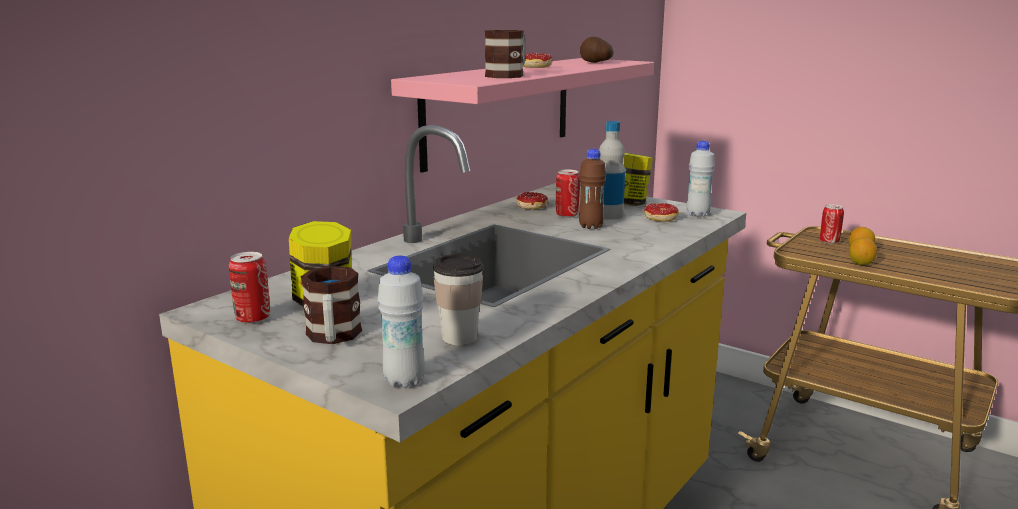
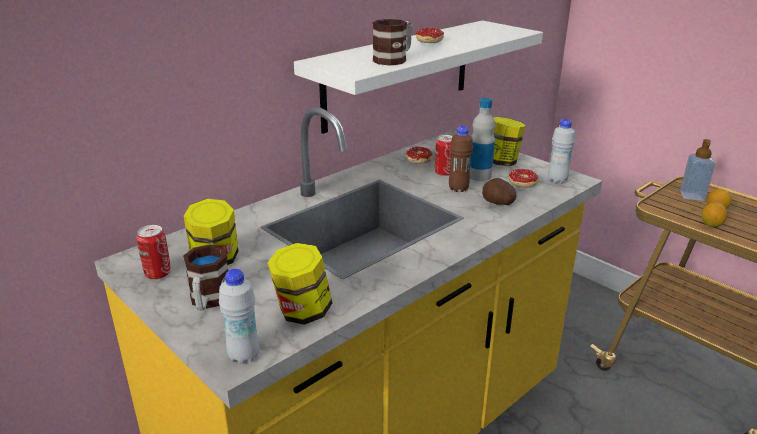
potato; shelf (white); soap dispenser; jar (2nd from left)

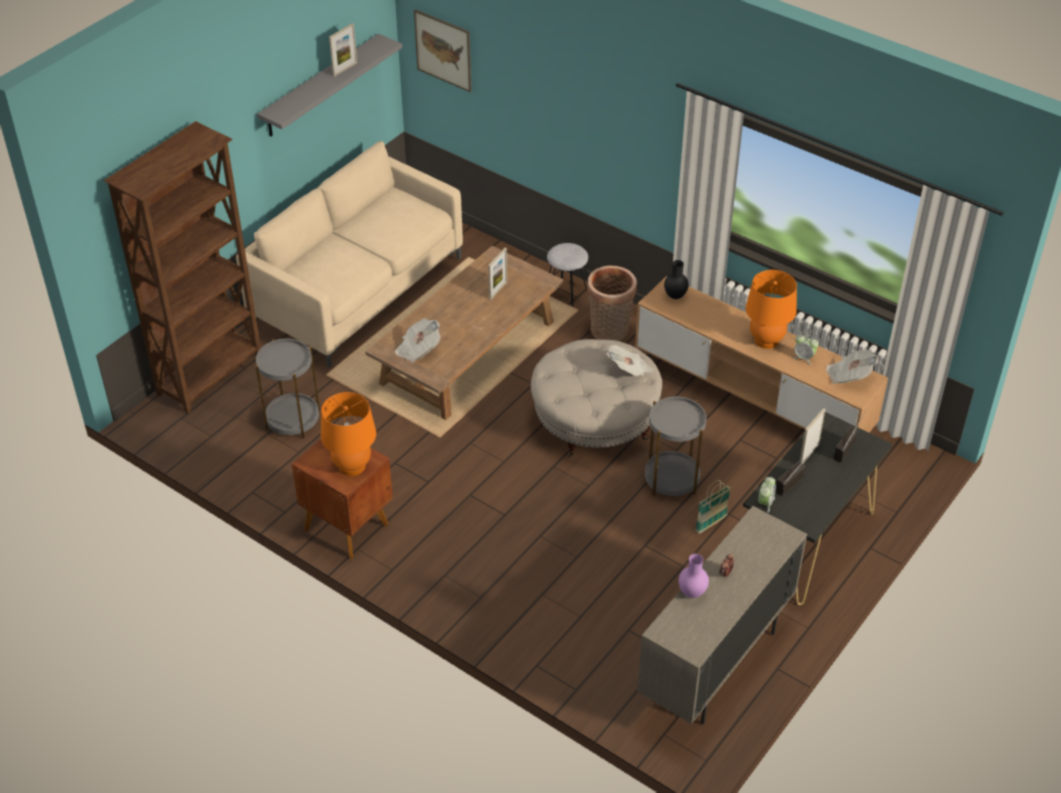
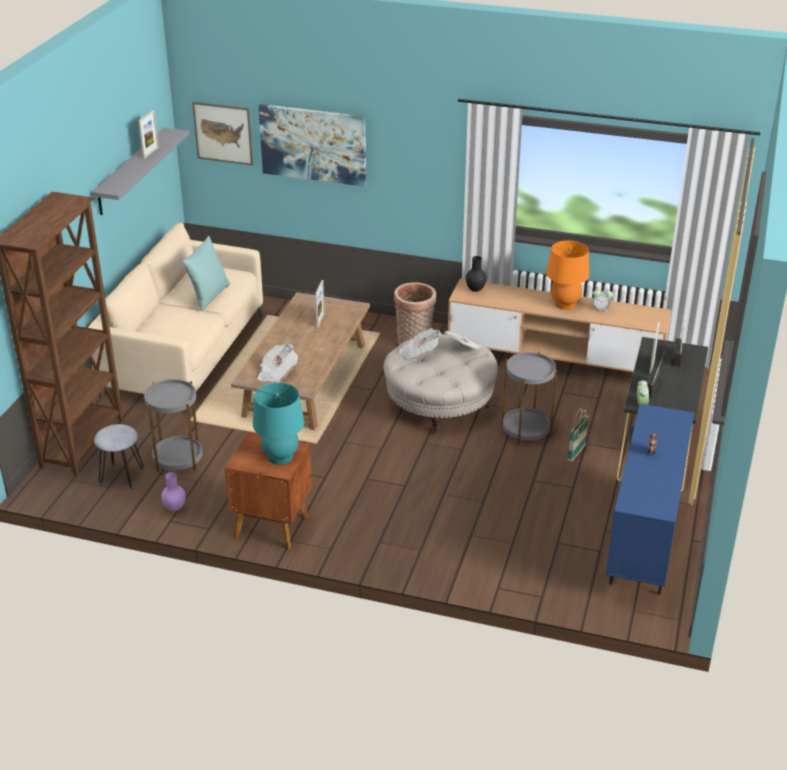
stool (grey); newspaper (2nd from left); table lamp (turquoise); cabinet (blue); vase (purple); picture (2nd from left); pillow (turquoise)

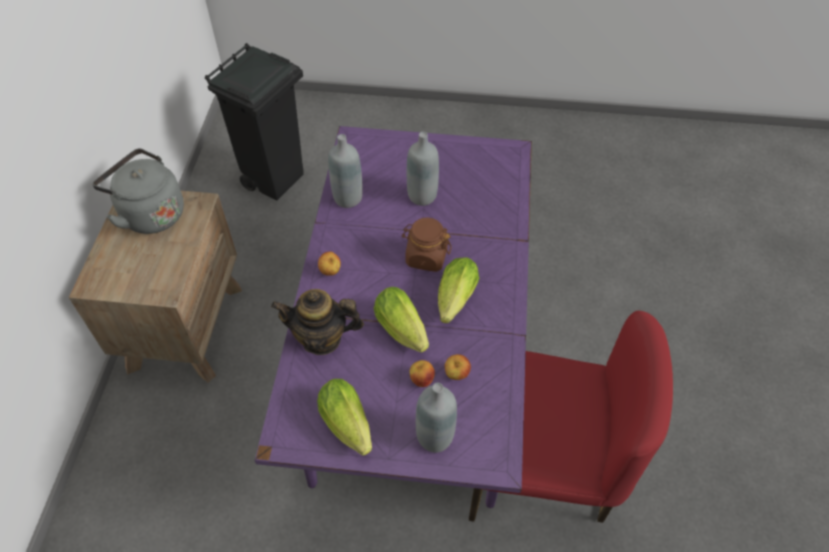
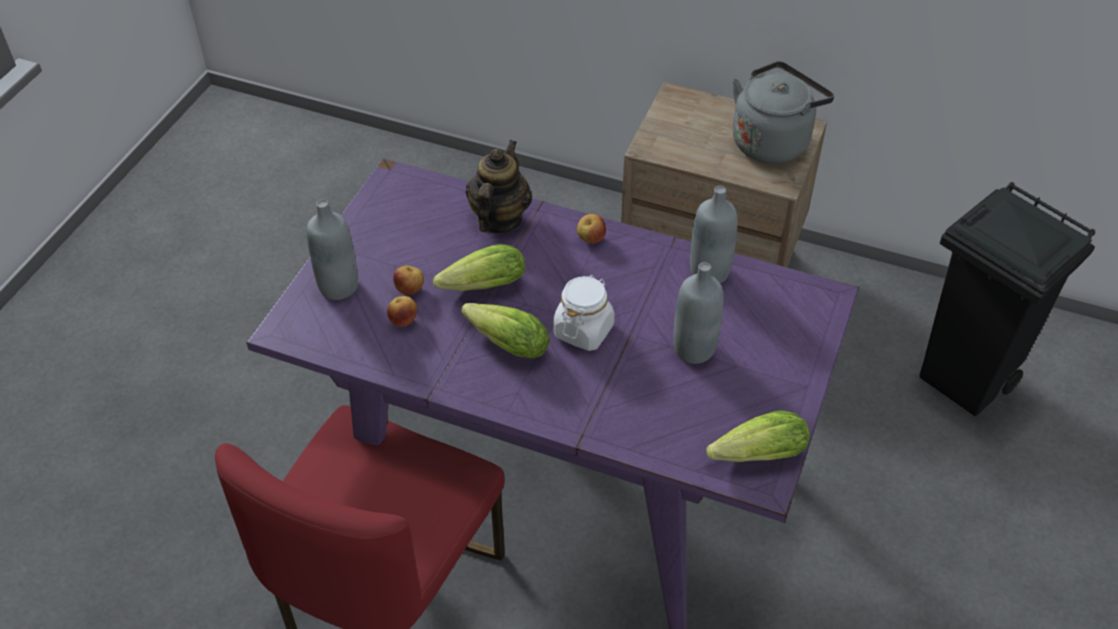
jar (white); lettuce (3rd from left)

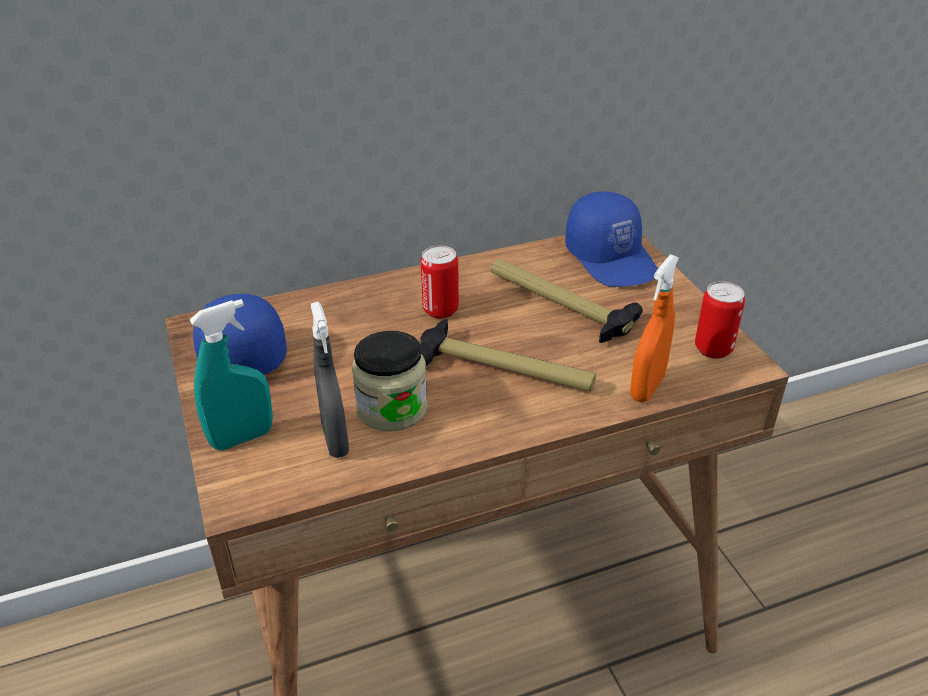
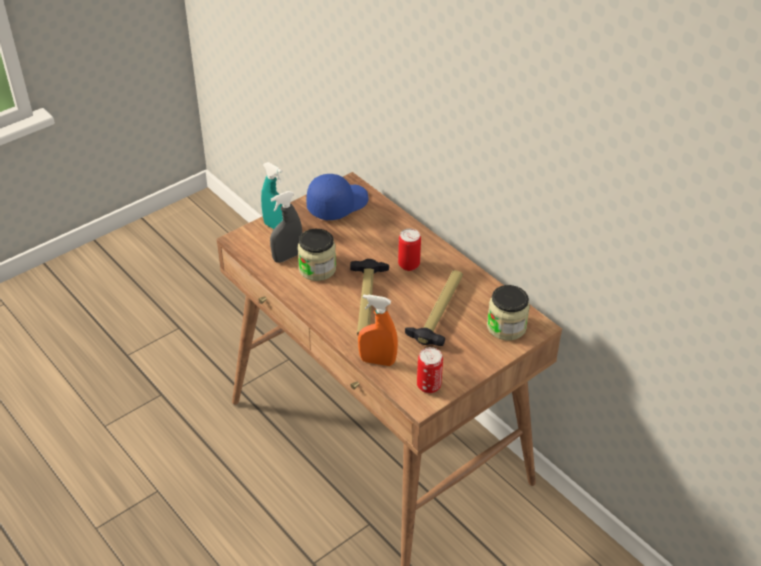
jar (2nd from left)

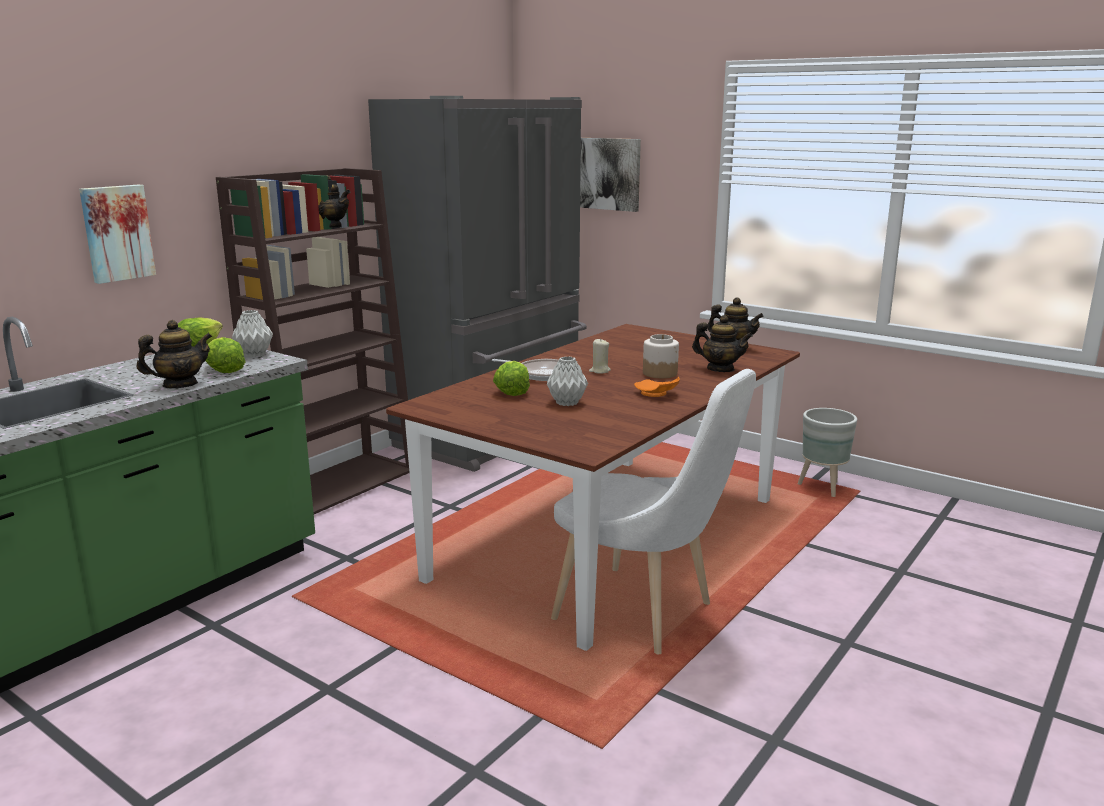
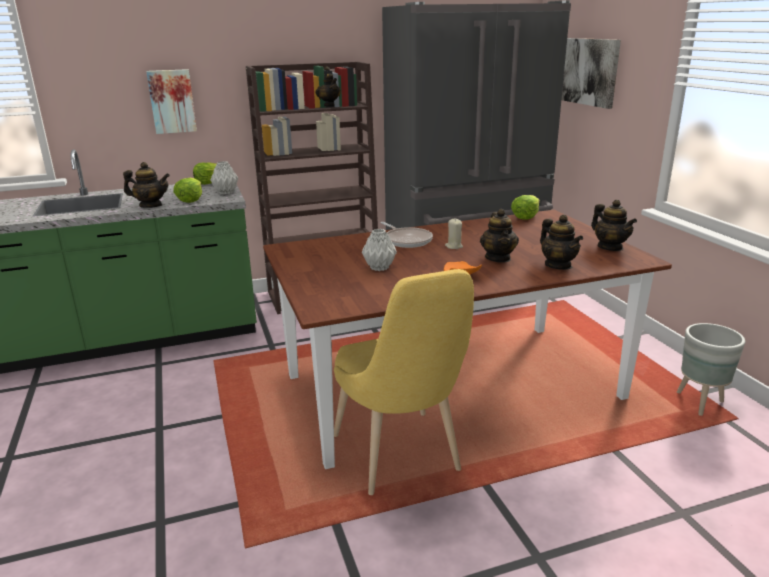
teapot (3rd from left); lettuce (3rd from left); chair (yellow)

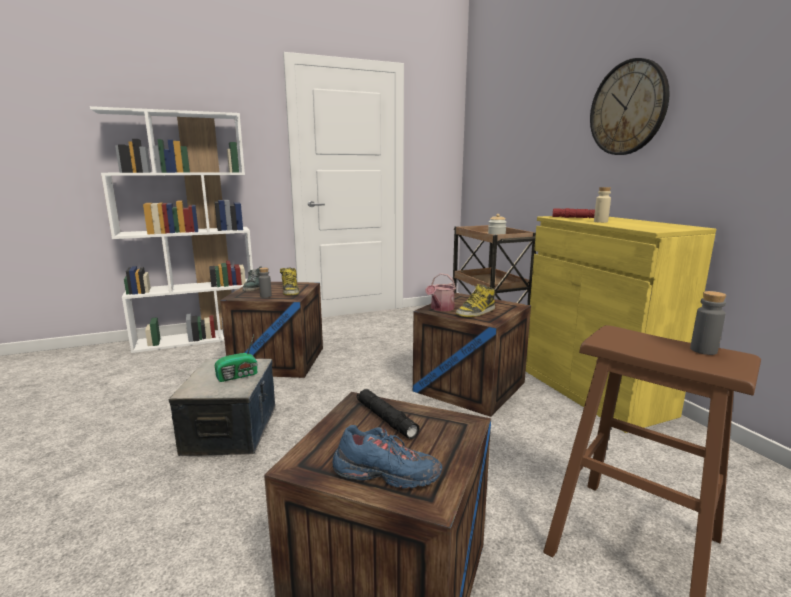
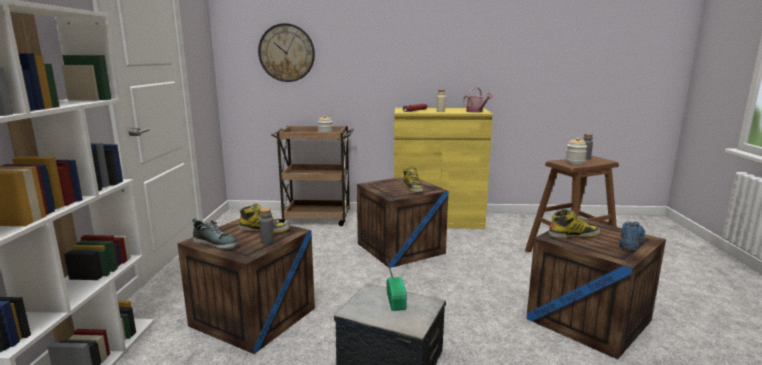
wall clock; watering can; boot (3rd from left); jar (2nd from left)

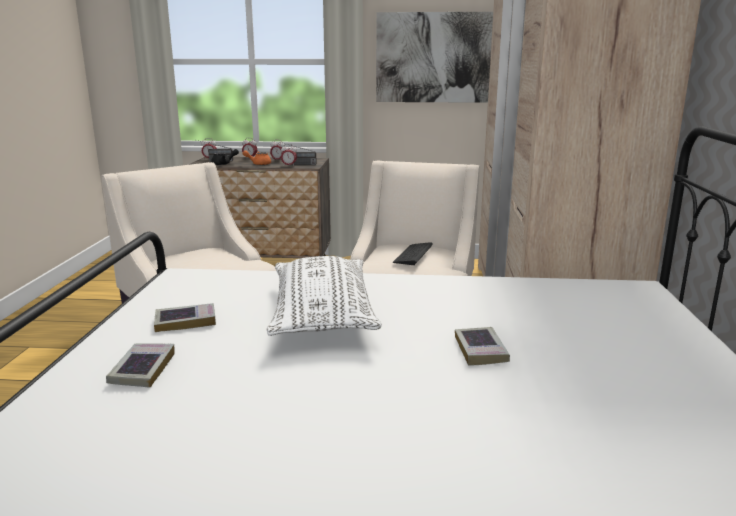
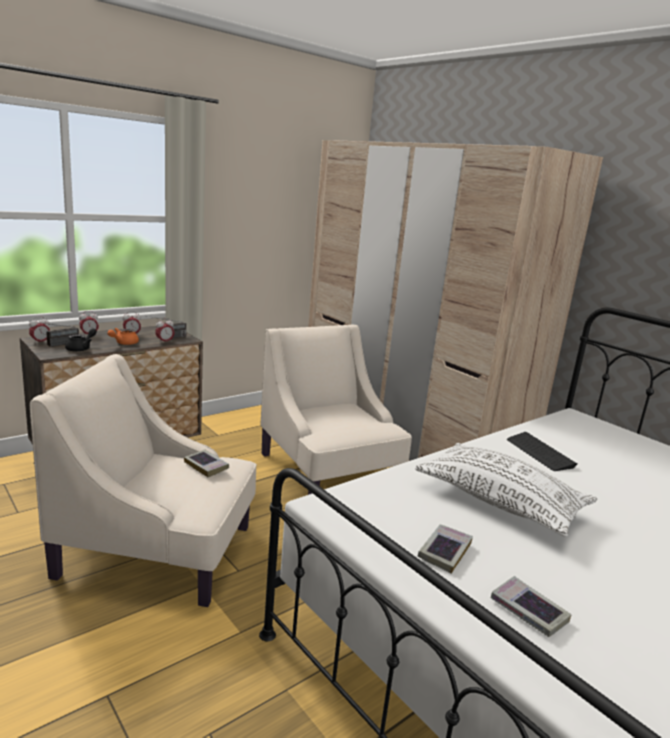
picture; keyboard; book (1st from left)

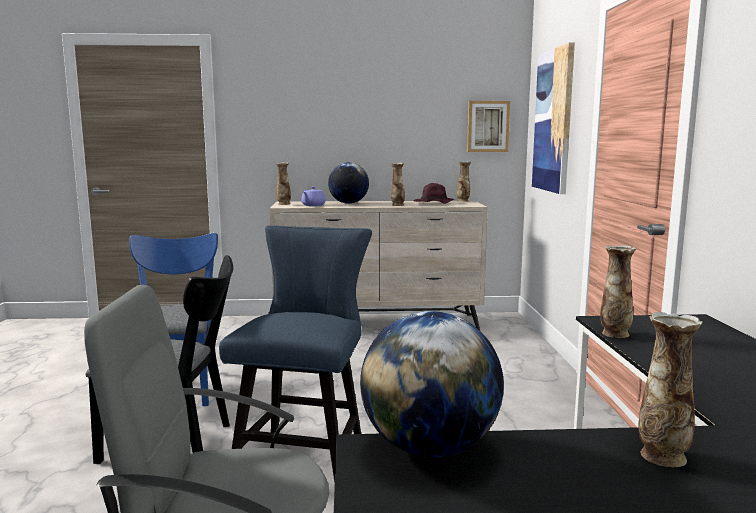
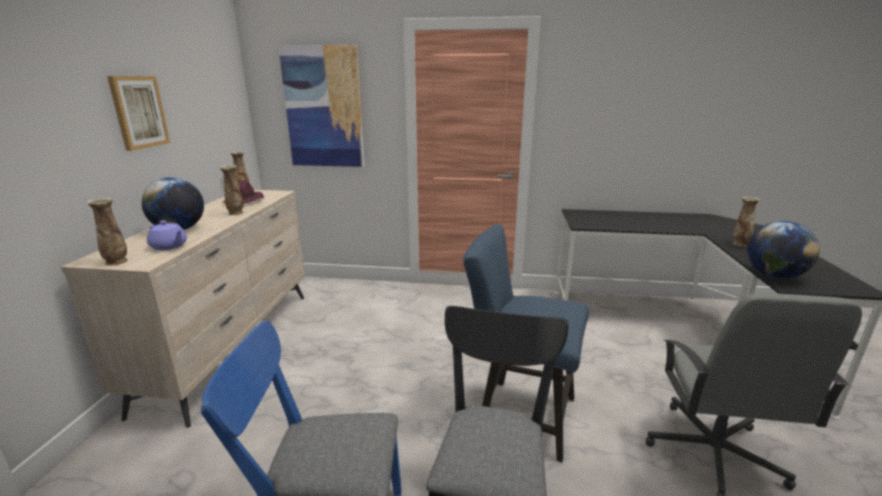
picture (1st from left); vase (4th from left in the first image)

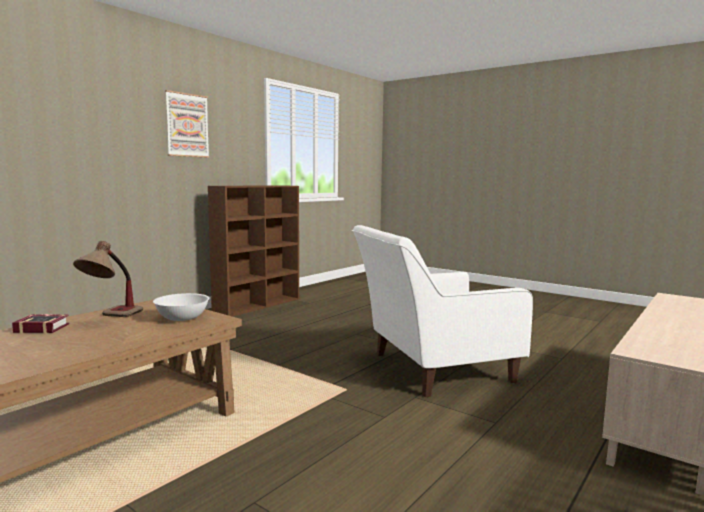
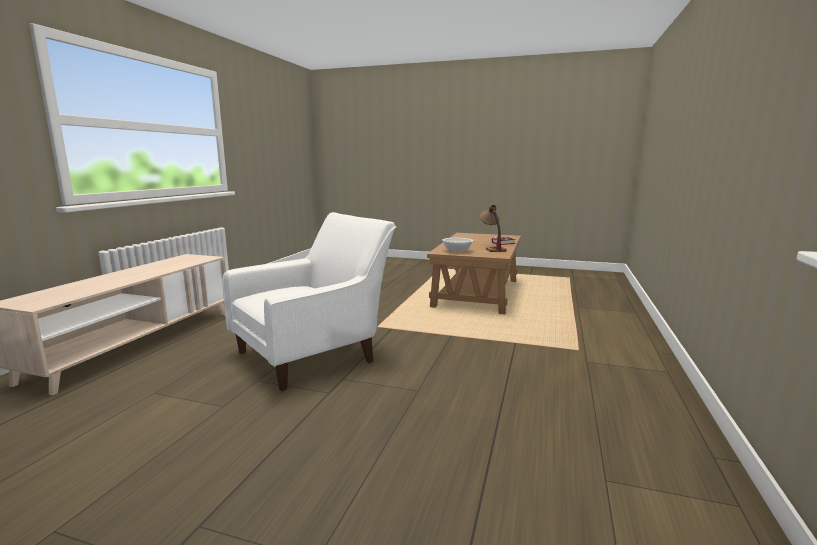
picture; bookcase (brown)

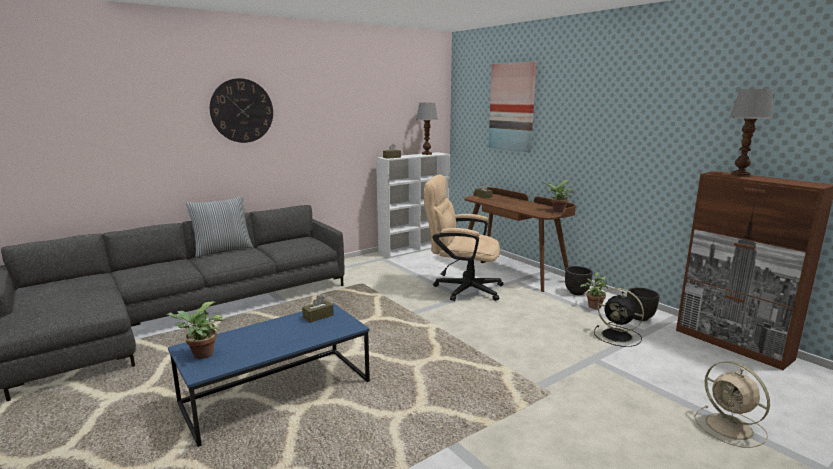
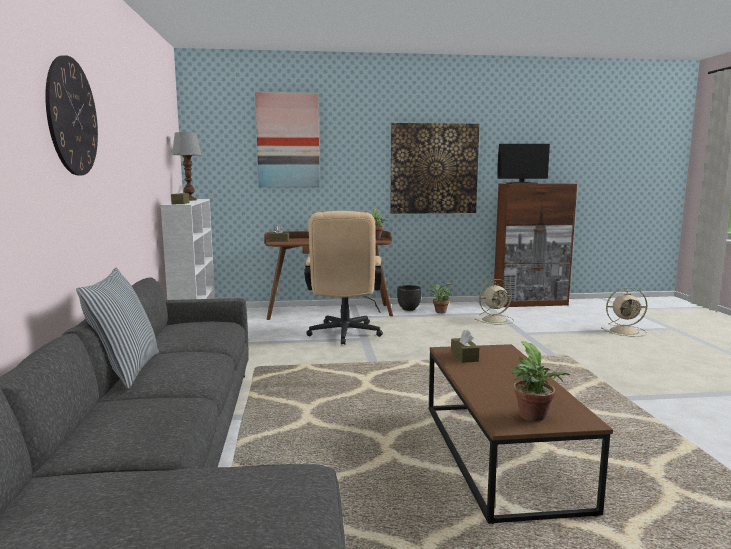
monitor; office chair (beige); planter (black) (2nd from left in the first image); fan (beige) (1st from left); coffee table (brown); picture (2nd from left)

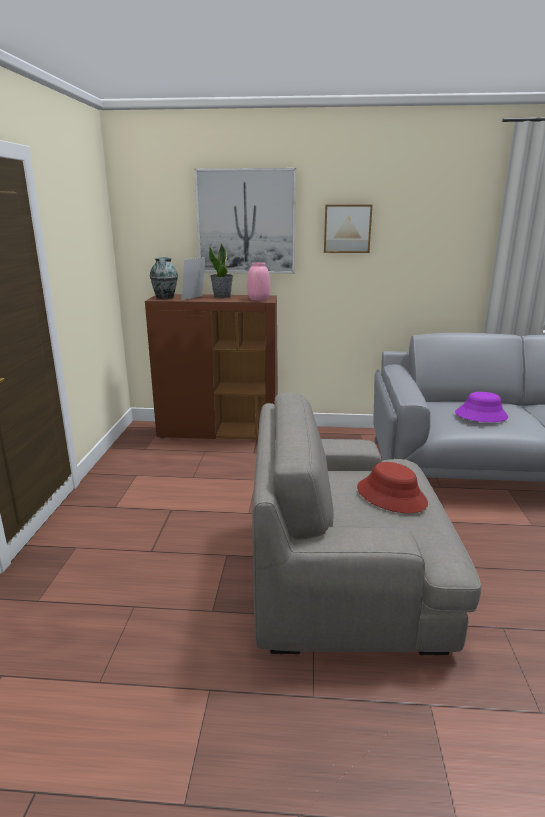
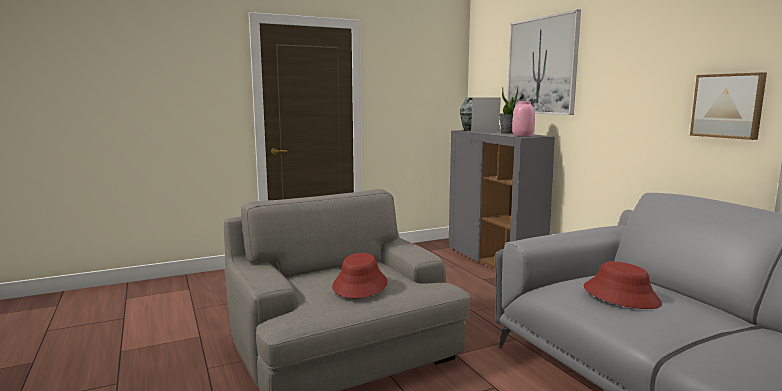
picture (2nd from left); cabinet (grey); hat (red) (2nd from left)

